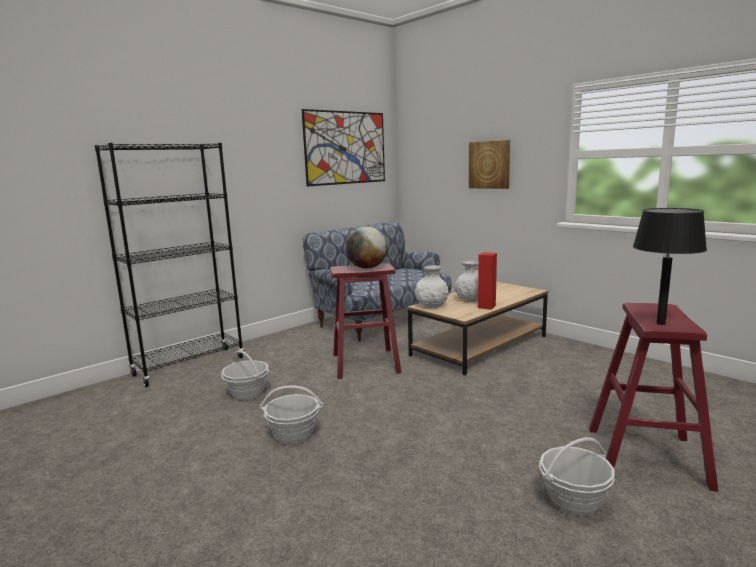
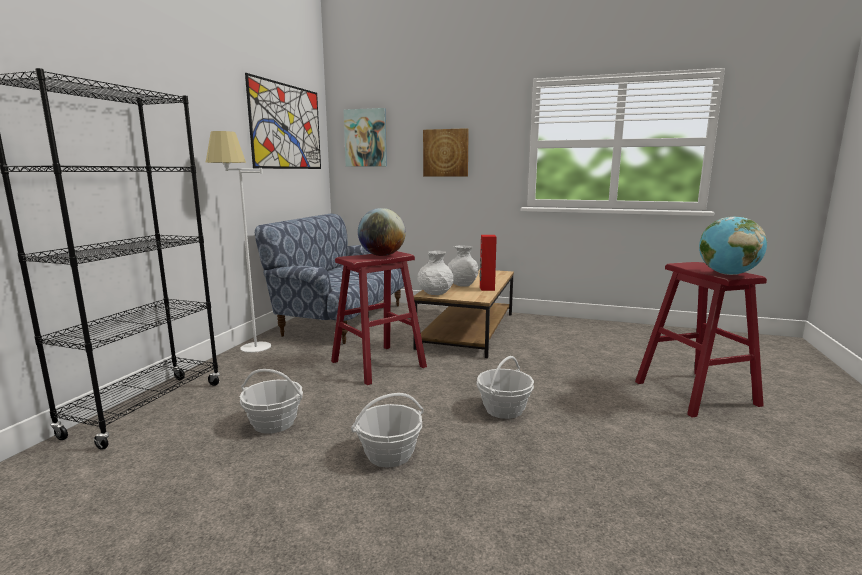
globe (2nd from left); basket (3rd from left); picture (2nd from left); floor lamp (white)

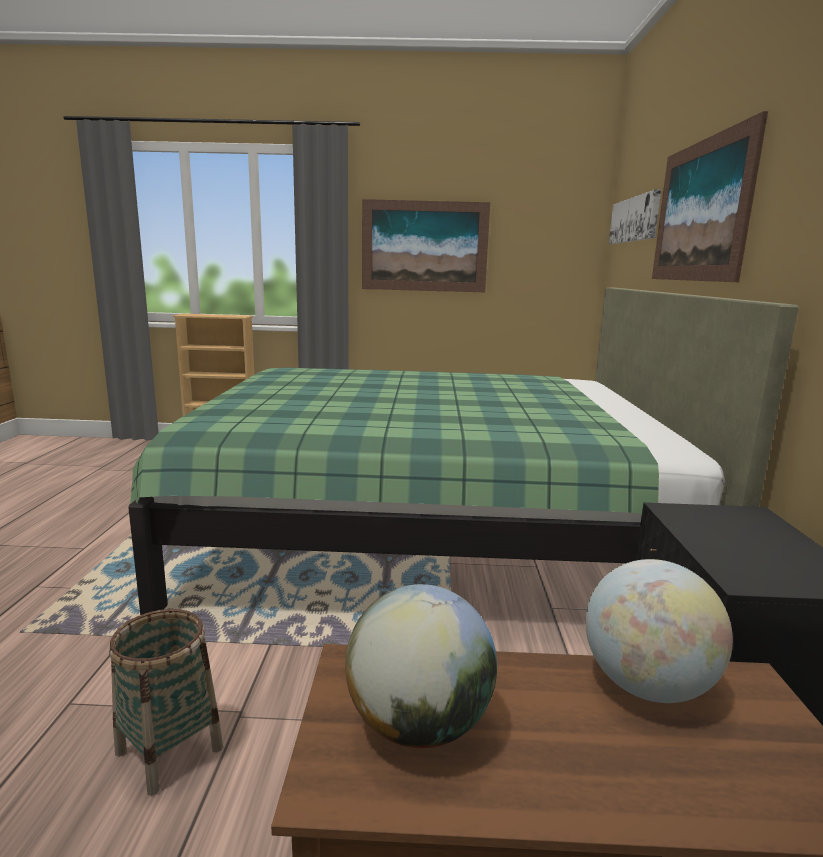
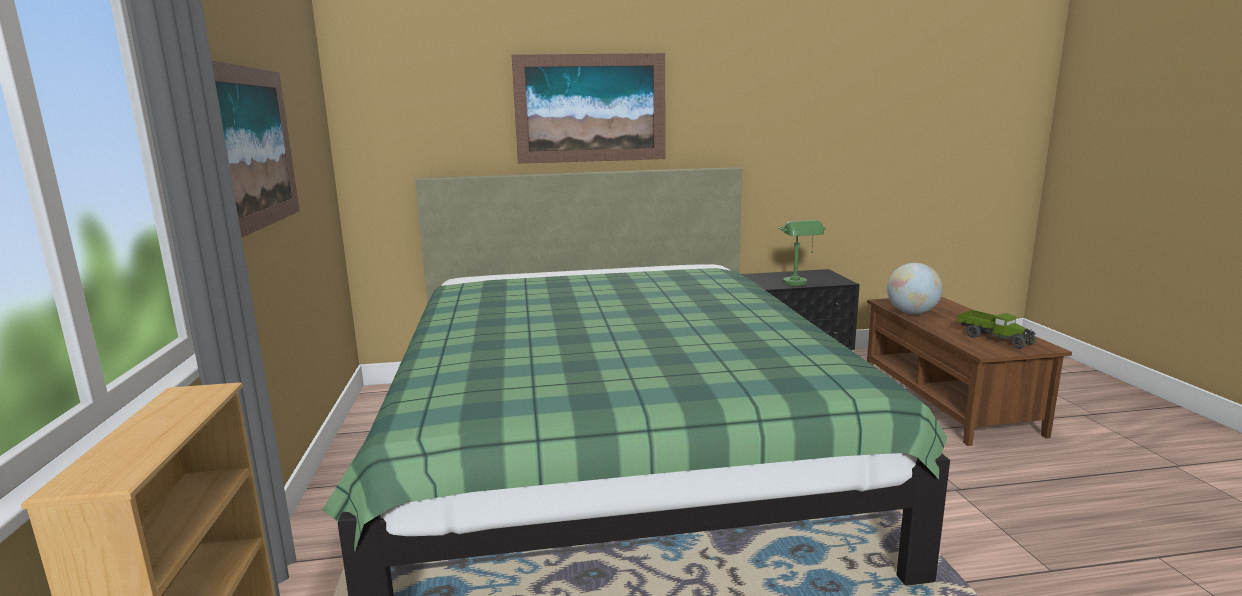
picture (2nd from left in the first image); toy truck; basket; table lamp (green)

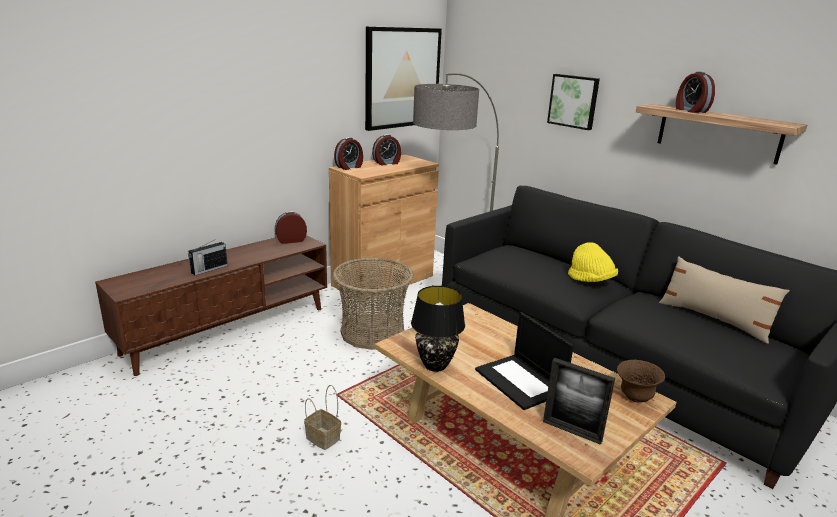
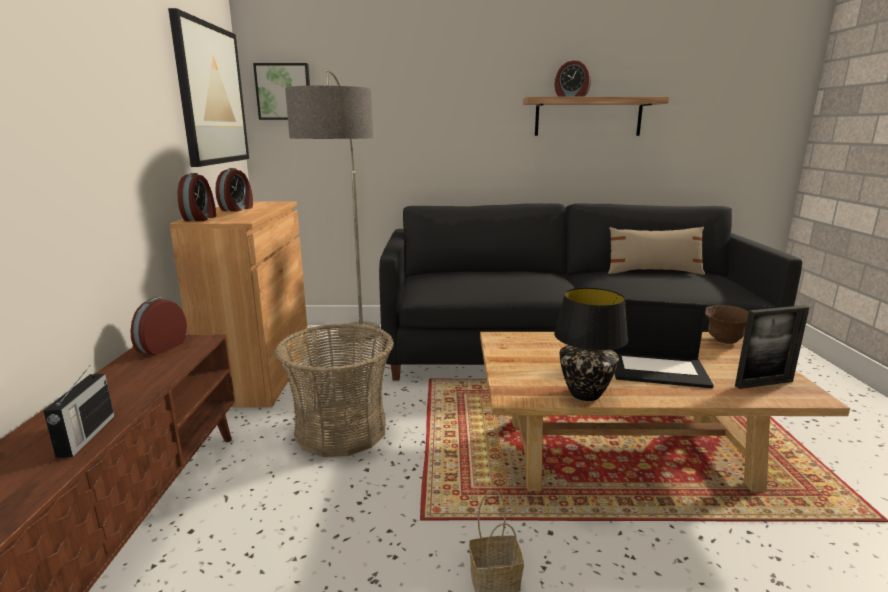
picture (2nd from left); hat (yellow)

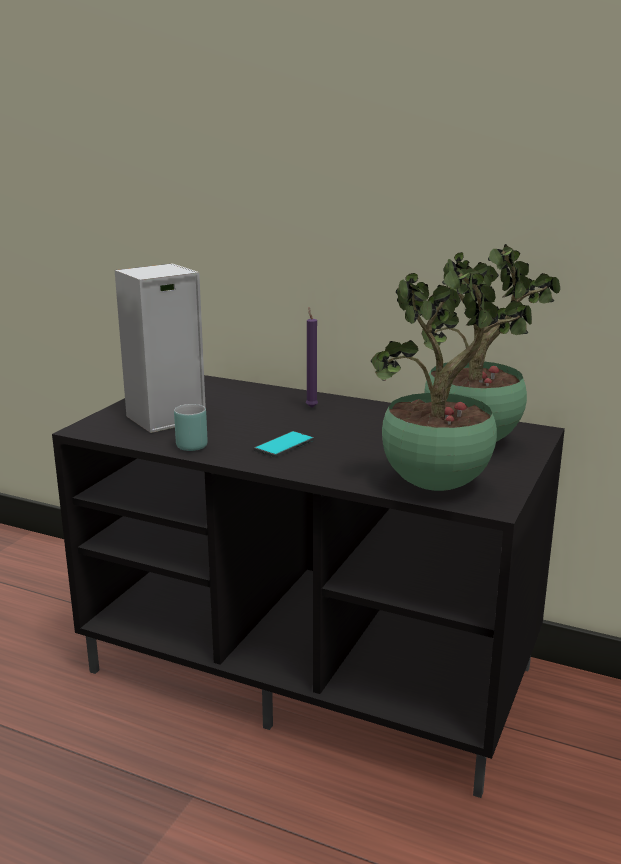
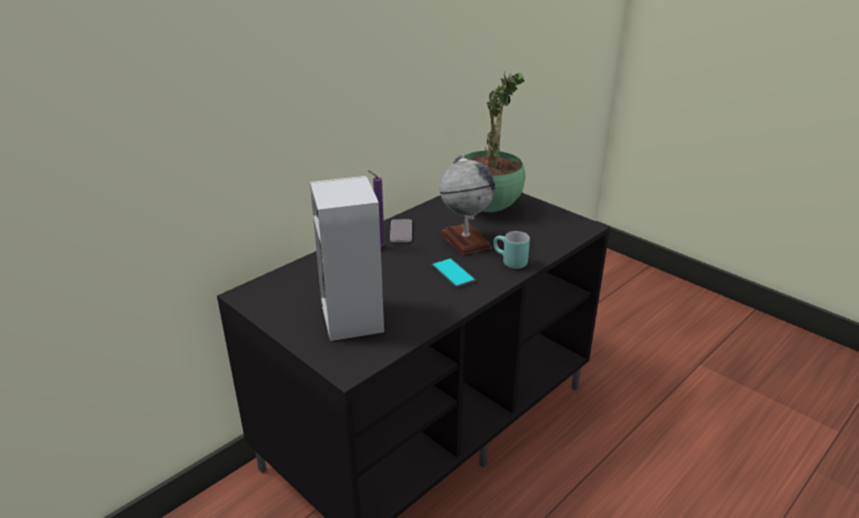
potted plant (1st from left in the first image); mug (turquoise); globe; phone (1st from left)

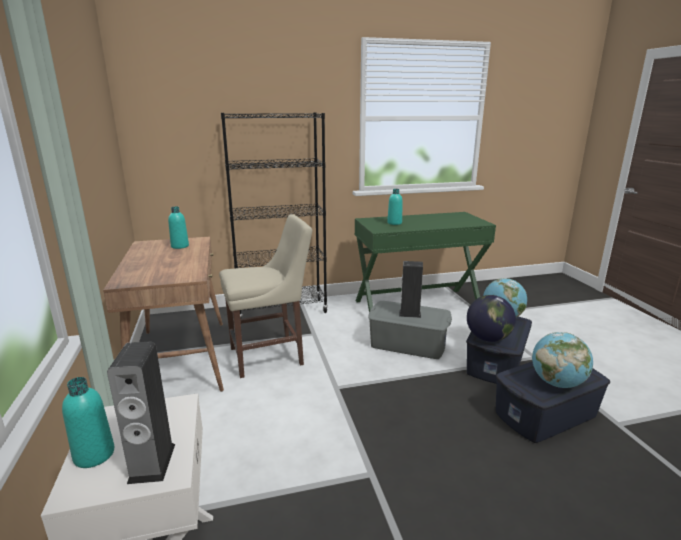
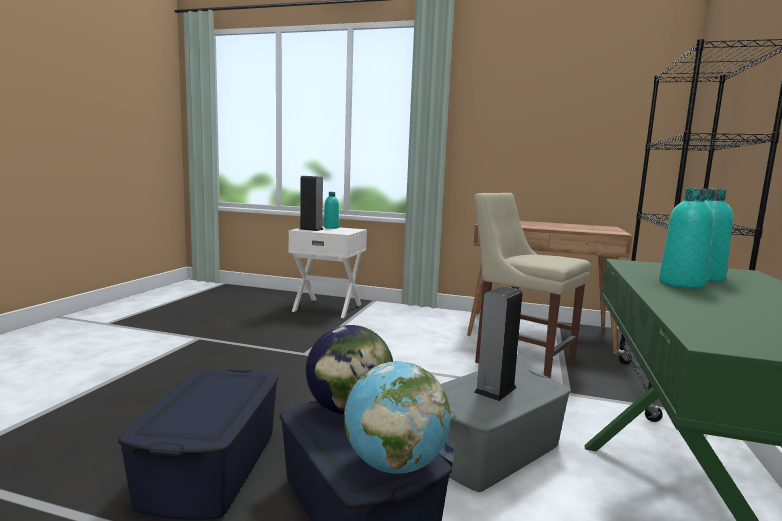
bottle (turquoise) (2nd from left); chair (beige); globe (3rd from left in the first image)

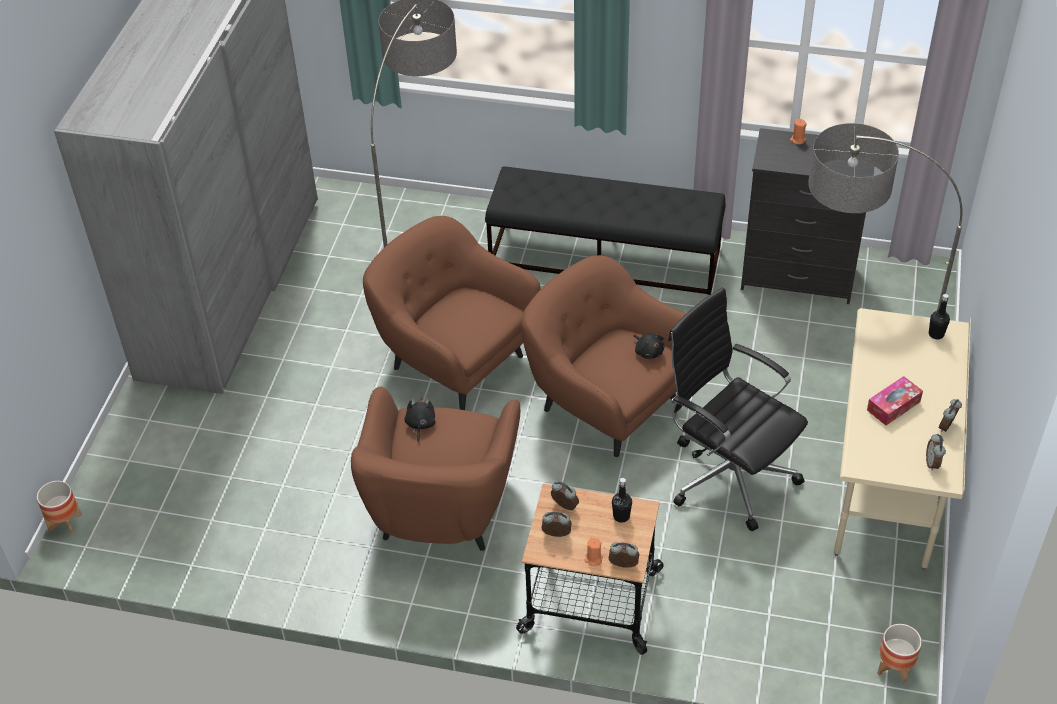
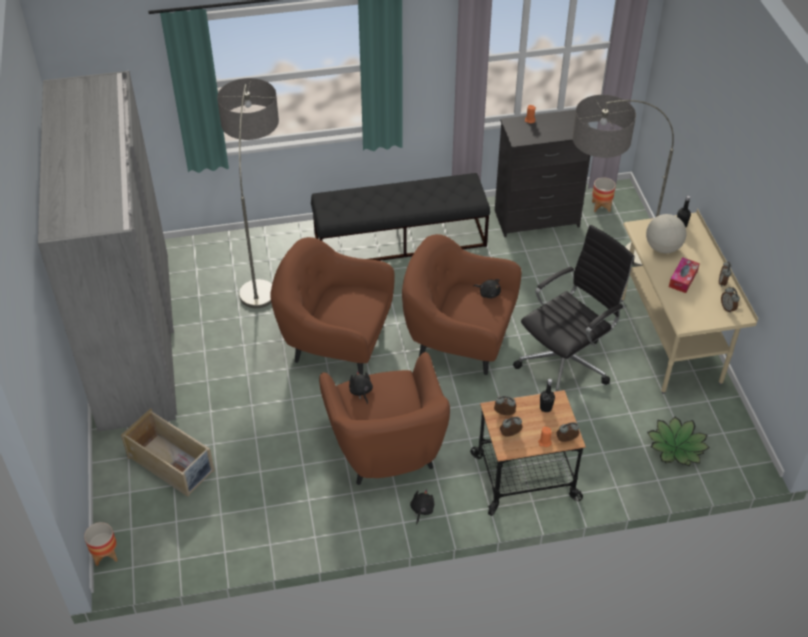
office chair (black); planter (2nd from left); globe; storage box (beige); potted plant; plush toy (black) (2nd from left)

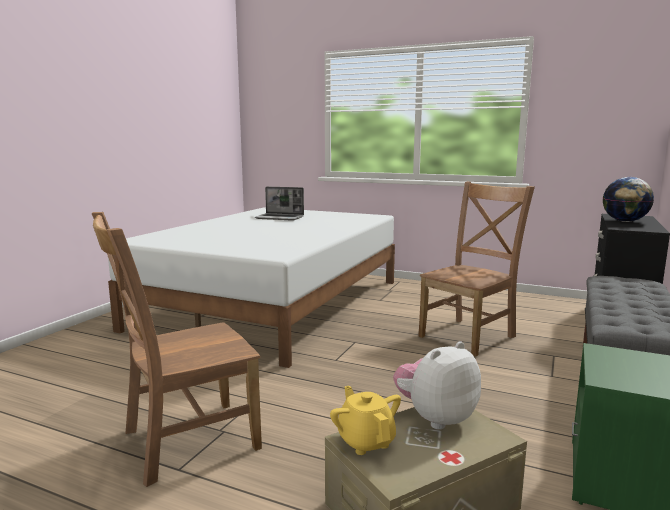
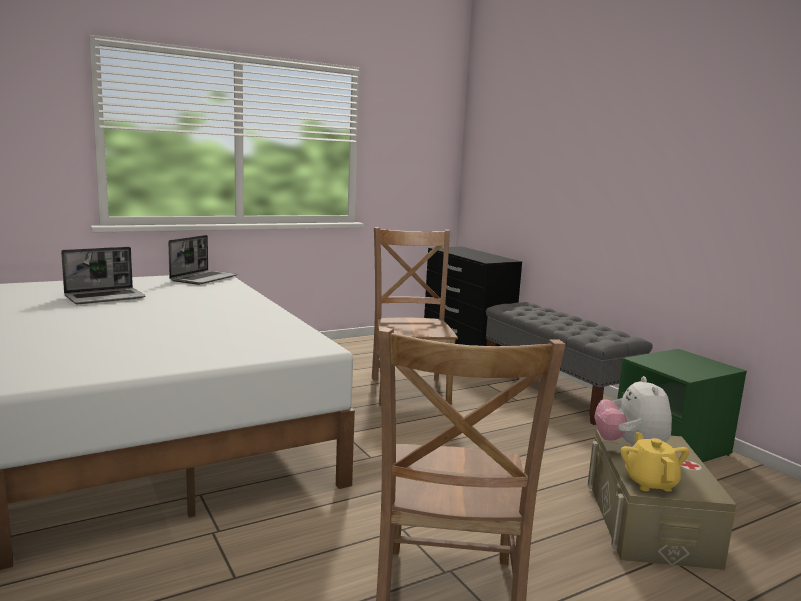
globe; teapot (yellow); laptop (2nd from left)

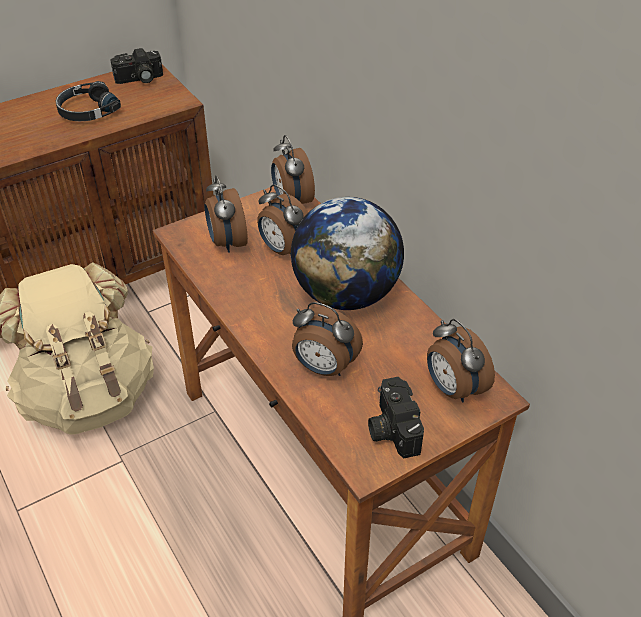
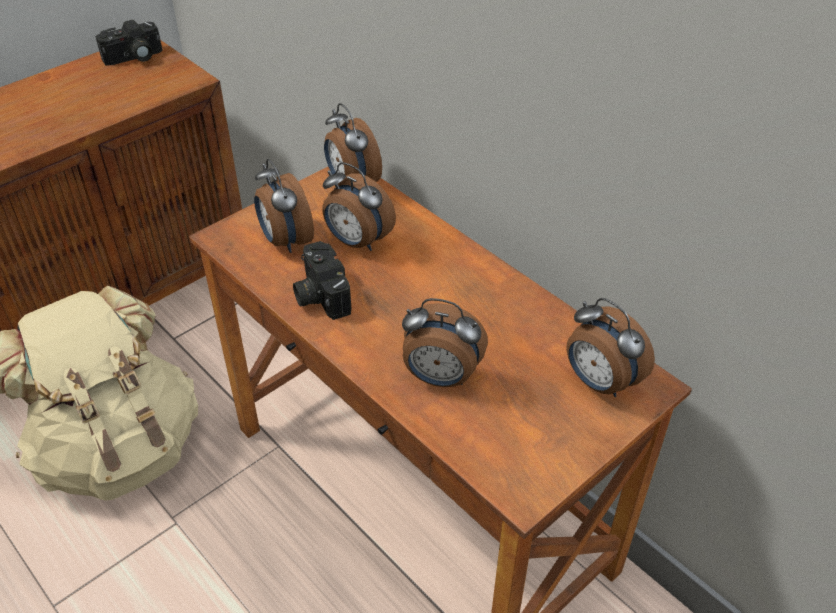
headphones (black); globe; photo camera (2nd from left)

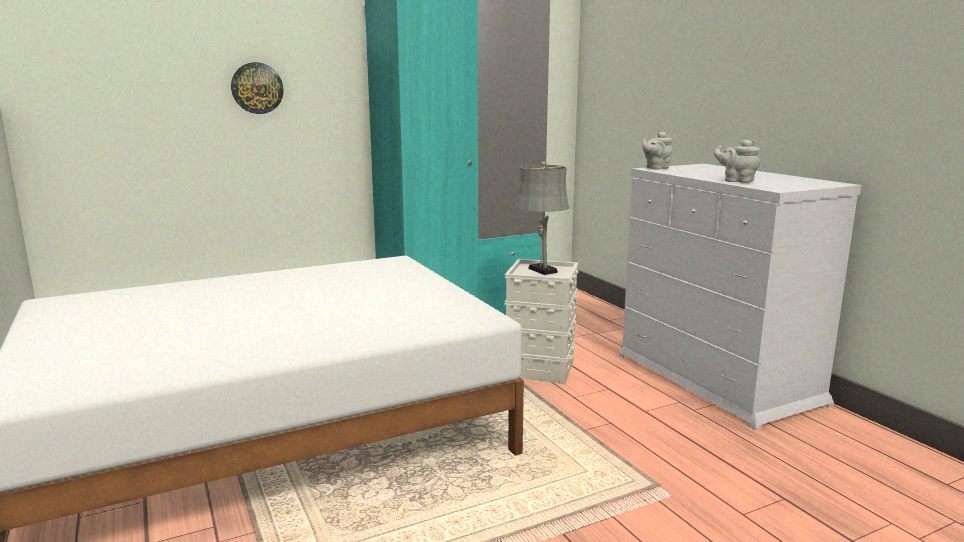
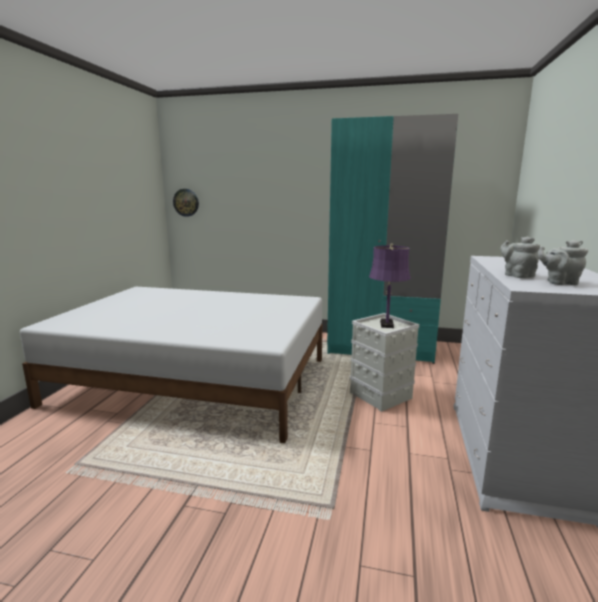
wall clock; teapot (grey) (2nd from left); table lamp (purple)

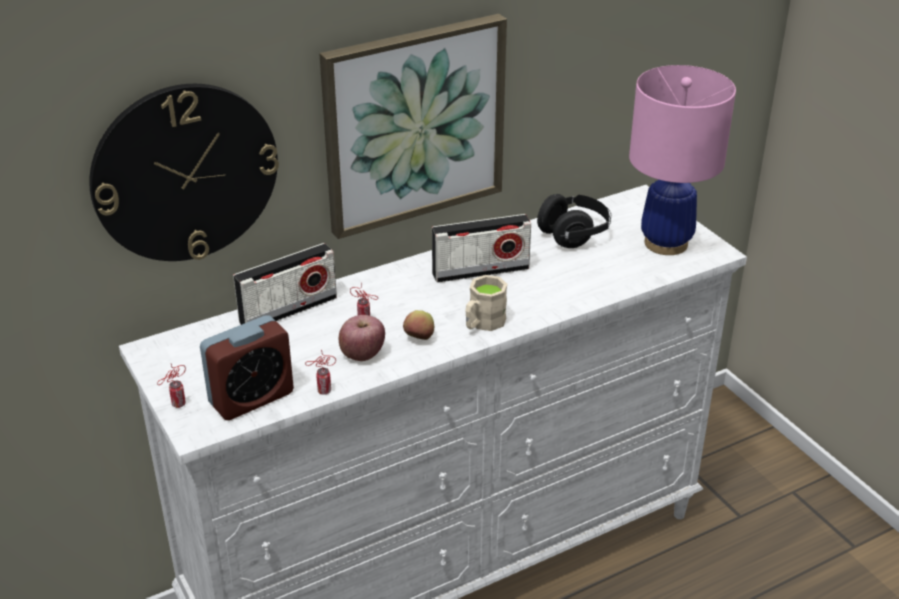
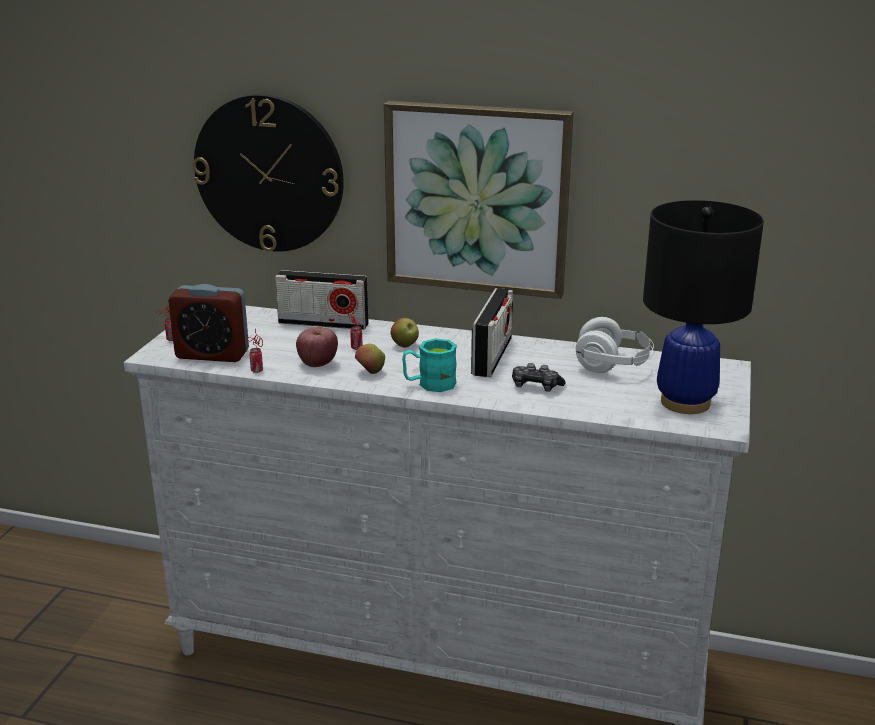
table lamp (black); headphones (white); radio (2nd from left); mug (turquoise); apple (3rd from left); game controller

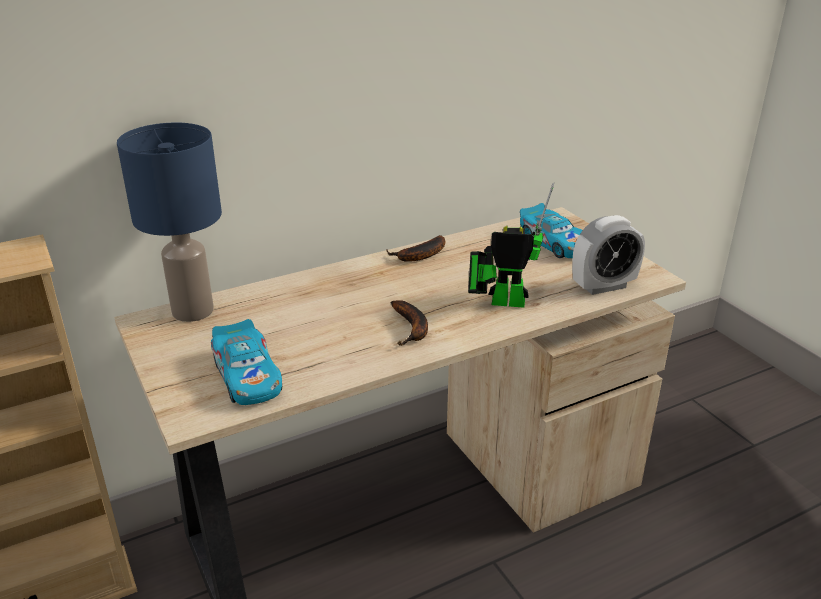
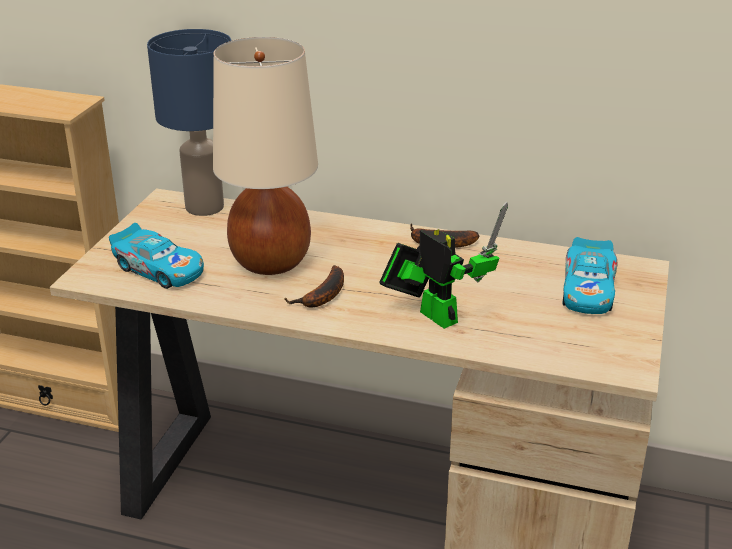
alarm clock; toy car (1st from left); table lamp (beige)

